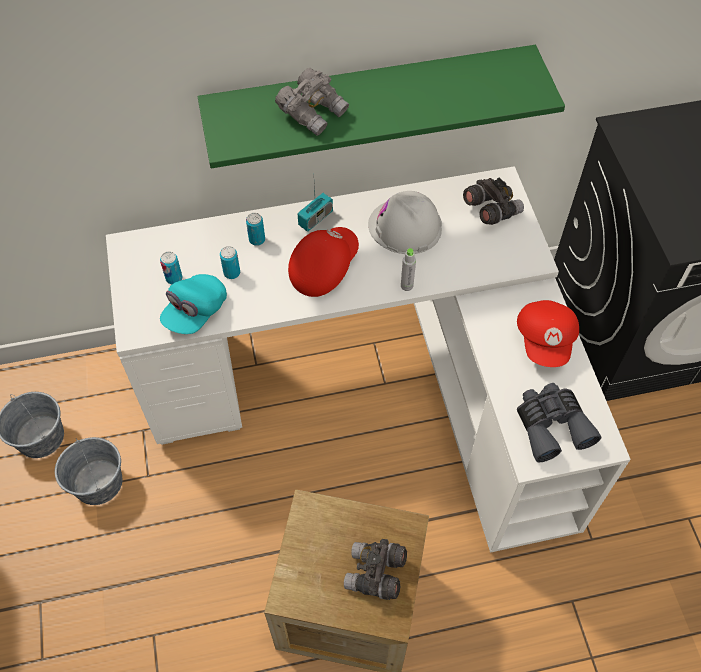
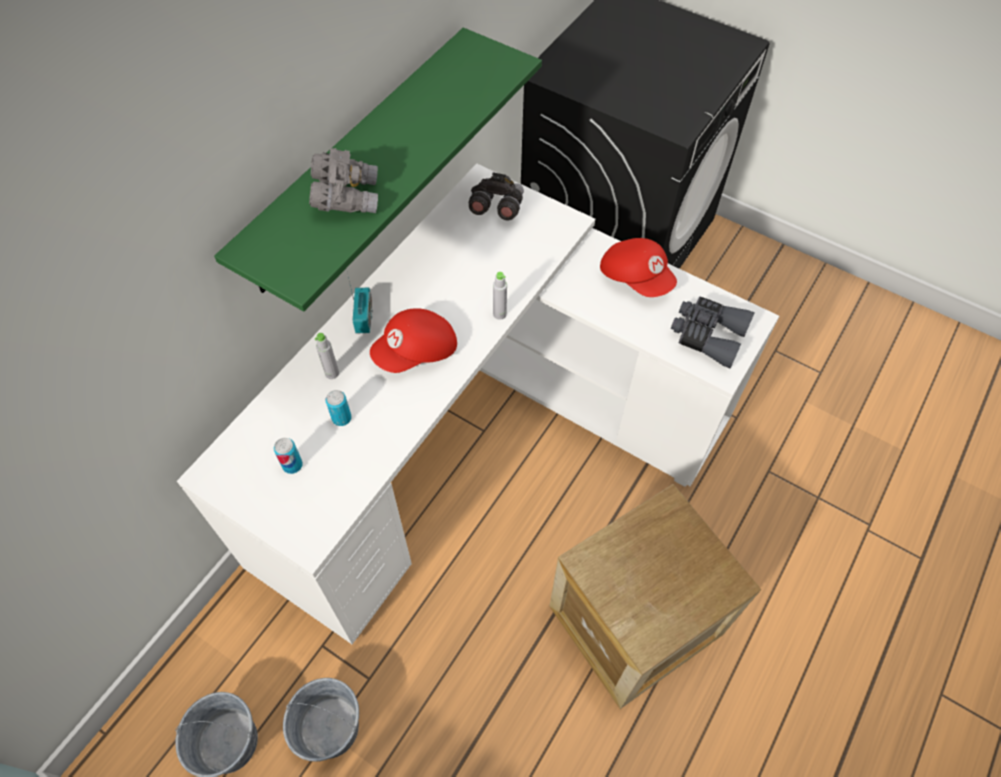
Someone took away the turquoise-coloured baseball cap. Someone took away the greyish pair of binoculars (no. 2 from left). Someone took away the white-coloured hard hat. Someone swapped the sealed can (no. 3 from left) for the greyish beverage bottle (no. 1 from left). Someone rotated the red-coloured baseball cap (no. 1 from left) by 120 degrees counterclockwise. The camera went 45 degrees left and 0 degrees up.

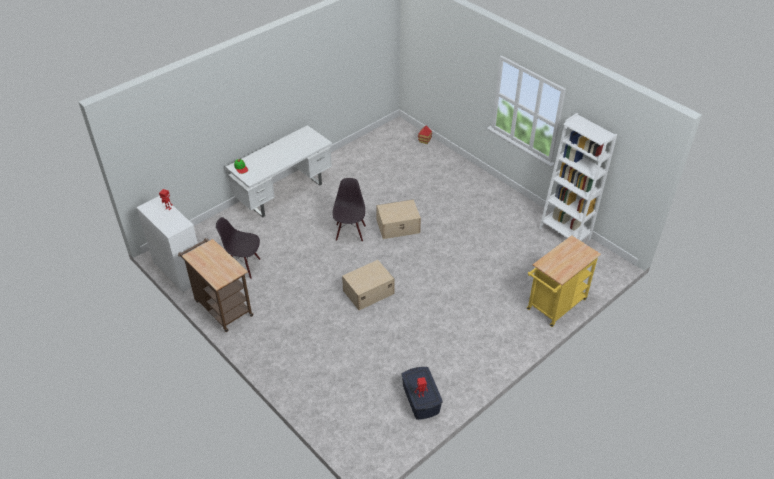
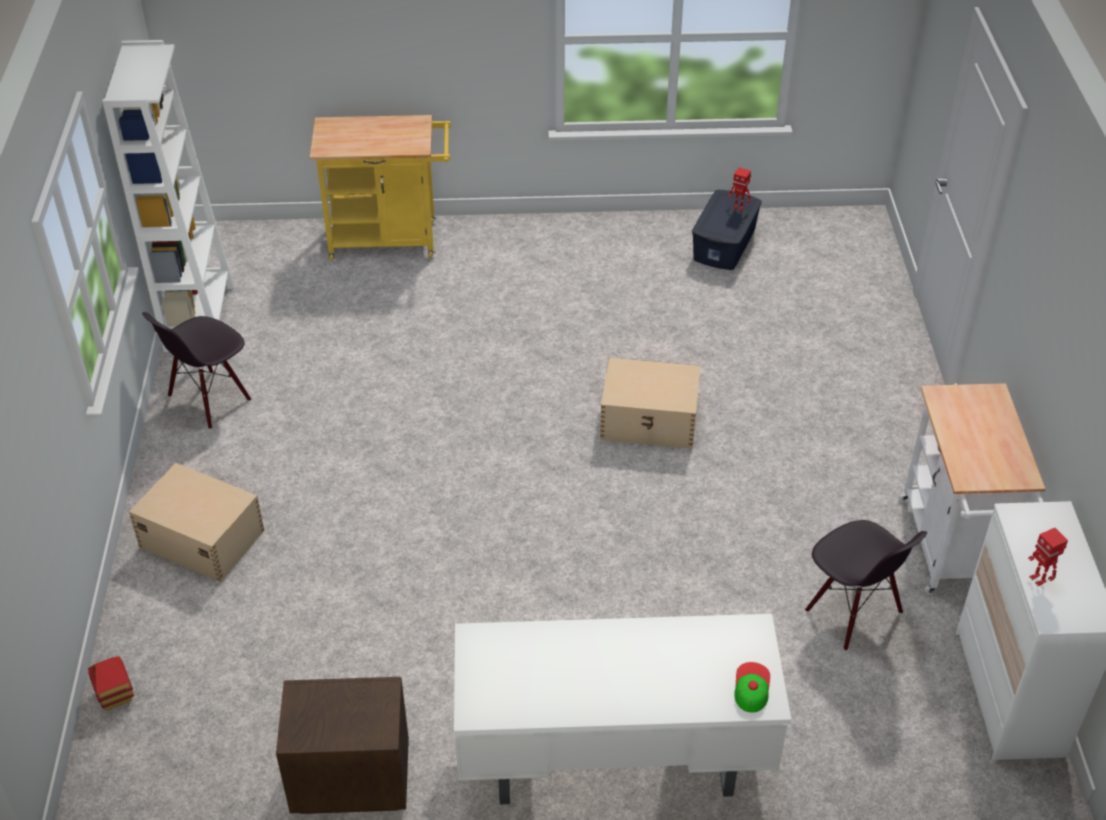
Someone put down the brown bedside table. Someone carried the black upright chair (no. 2 from left in the first image). Someone carried the sand-coloured storage box (no. 2 from left in the first image). Someone repainted the brown cart, which became the white-coloured cart. The camera went 140 degrees left and 0 degrees up.

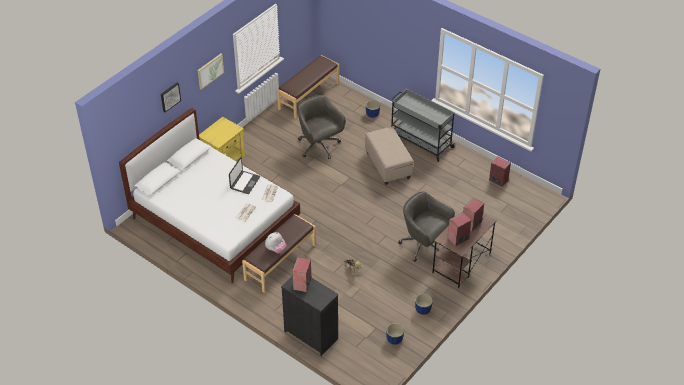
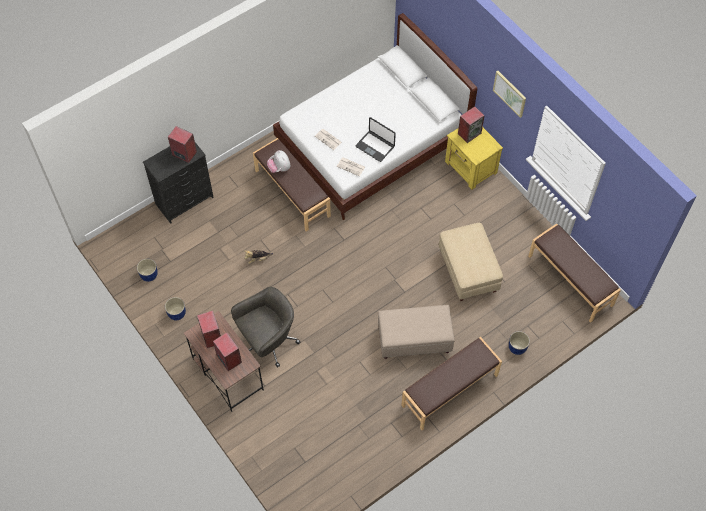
Someone took away the picture (no. 1 from left). Someone carried the audio speaker (no. 4 from left). Someone swapped the greyish desk chair (no. 1 from left) for the sand-coloured pouffe (no. 2 from left). Someone swapped the greyish cart for the brown indoor bench (no. 2 from left). The camera went 105 degrees right and 15 degrees up.

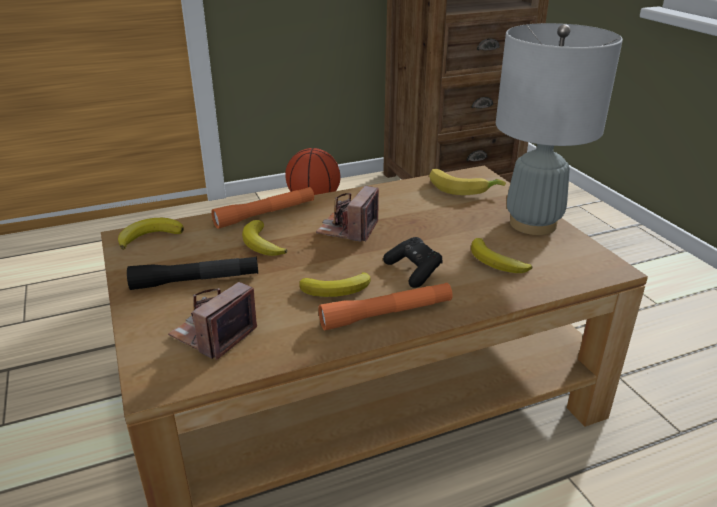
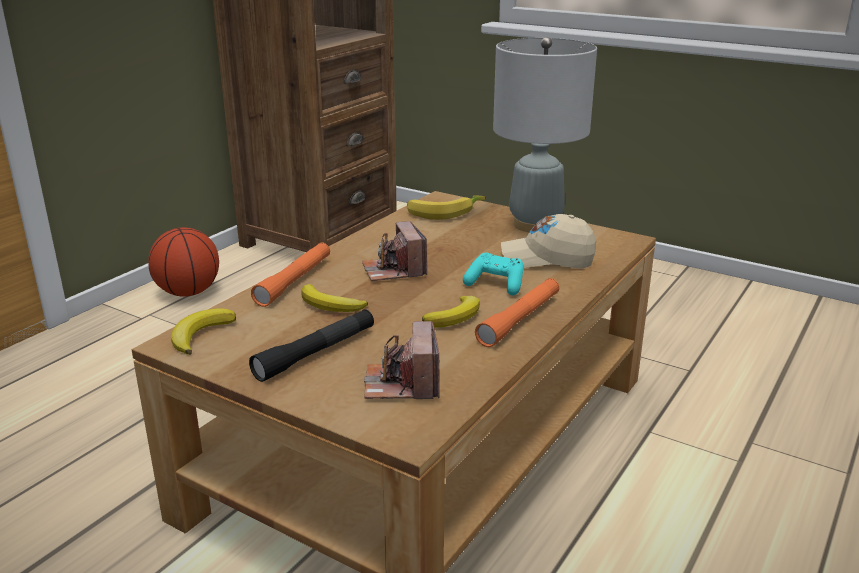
Someone swapped the whole banana (no. 5 from left) for the sand-coloured baseball cap. Someone repainted the black gamepad, which became the turquoise-coloured gamepad. The camera went 35 degrees left and 5 degrees down.

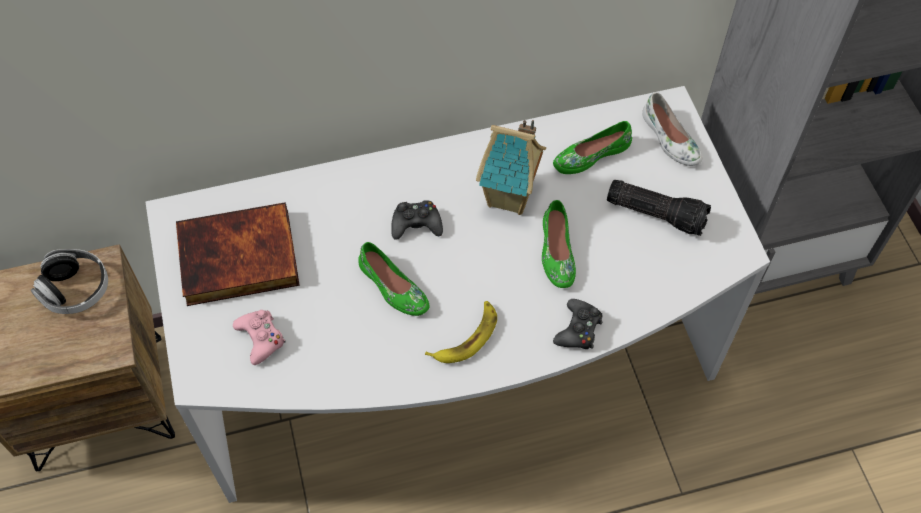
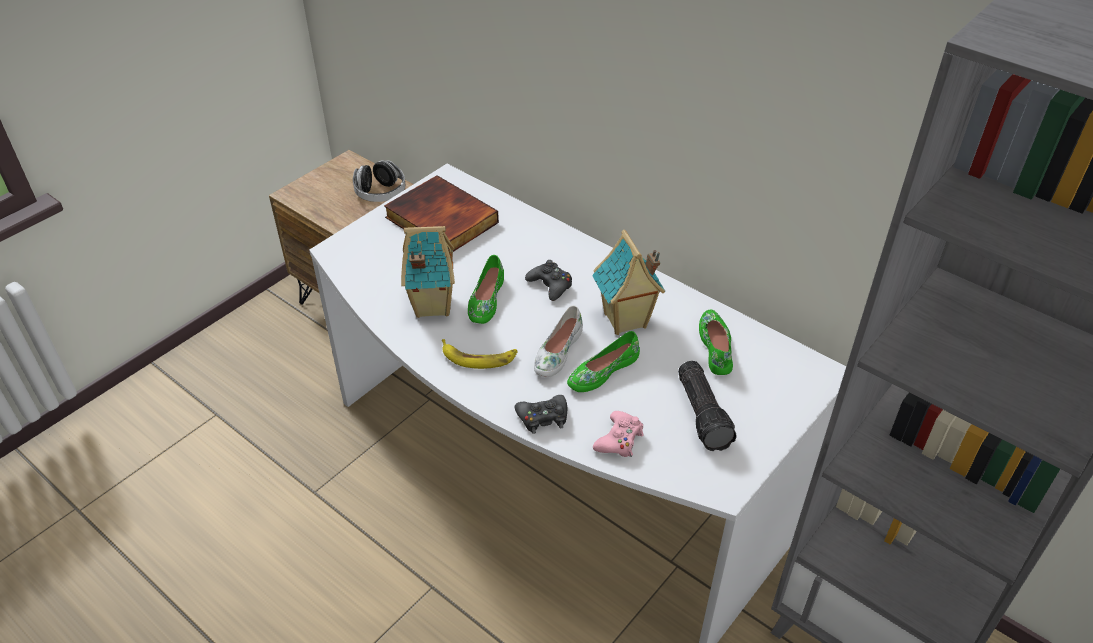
Someone put down the toy house (no. 1 from left). Someone carried the pink gamepad. Someone carried the white-coloured item of footwear. Someone rotated the greenish item of footwear (no. 3 from left) by 60 degrees clockwise. The camera went 55 degrees right and 15 degrees down.

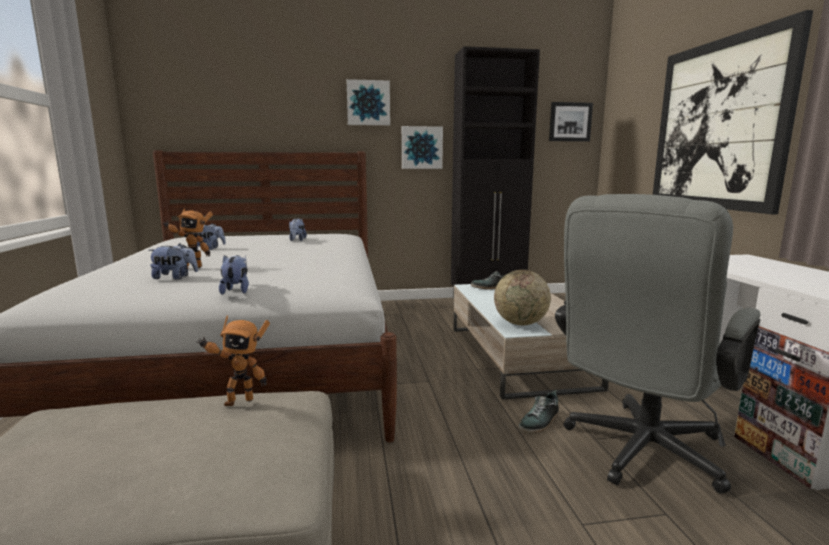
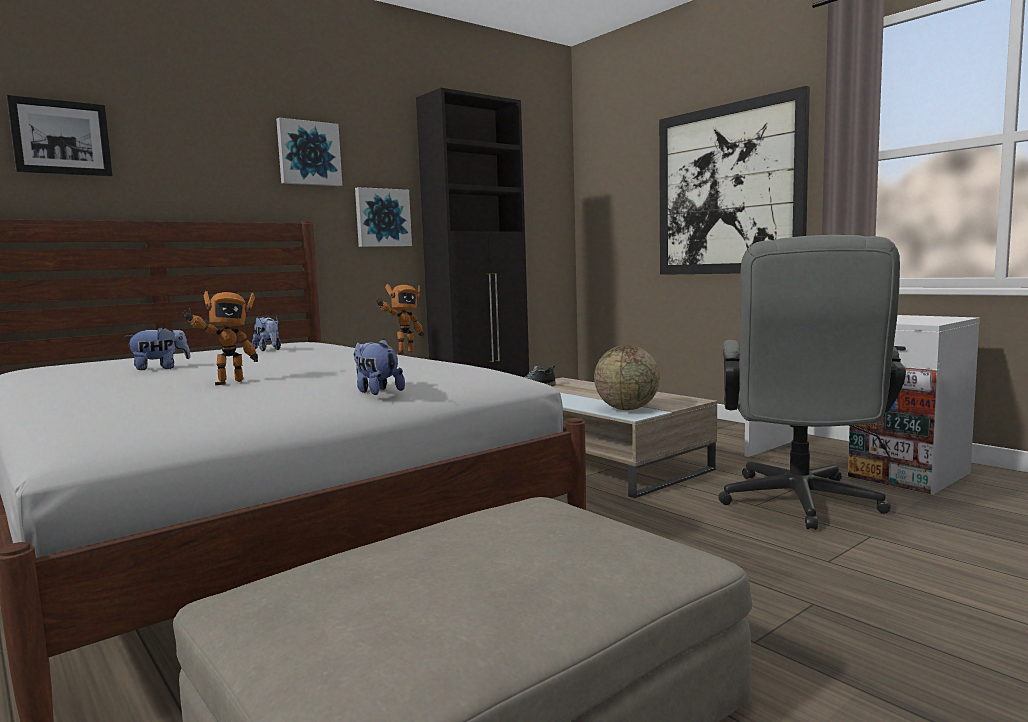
Someone took away the plush toy (no. 1 from left). Someone took away the item of footwear (no. 2 from left). Someone carried the model robot (no. 2 from left). Someone carried the picture (no. 3 from left in the first image). The camera went 30 degrees left and 5 degrees down.

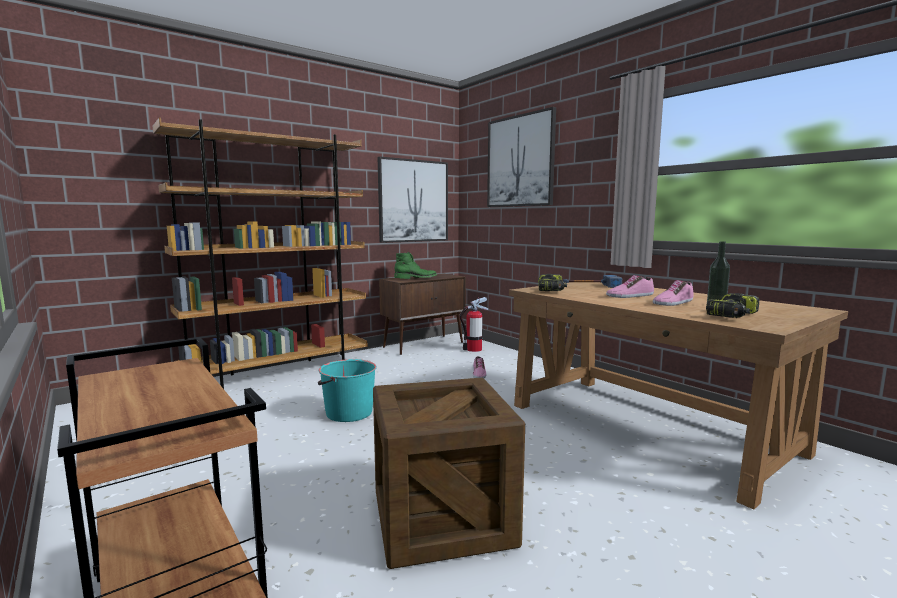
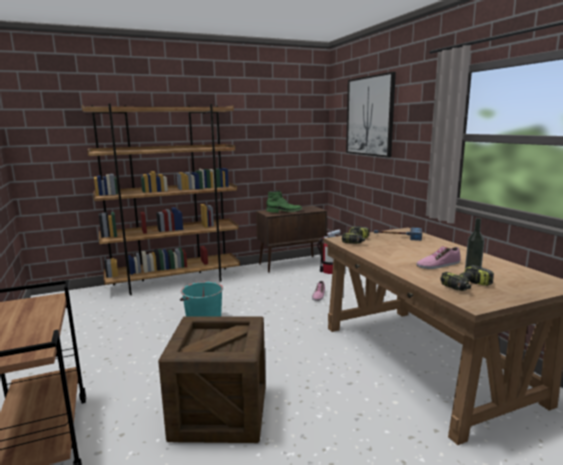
Someone took away the picture (no. 1 from left). Someone took away the item of footwear (no. 2 from left). The camera went 15 degrees right and 5 degrees up.

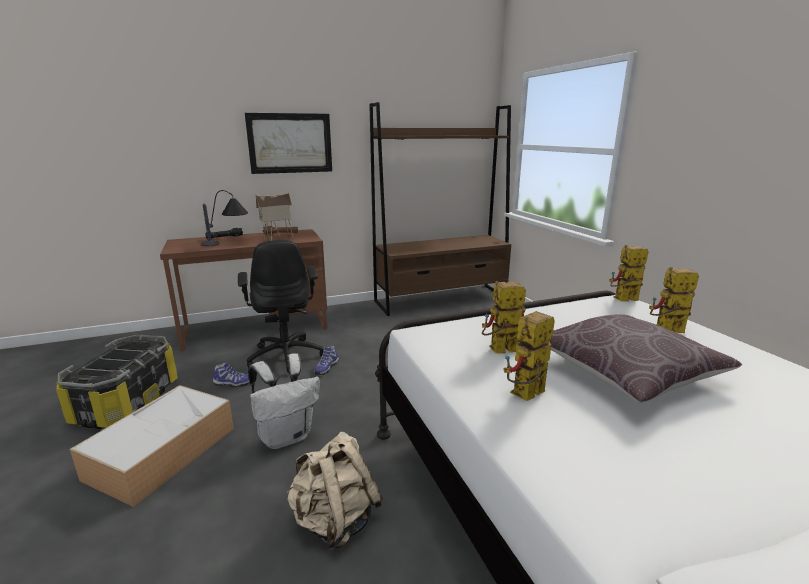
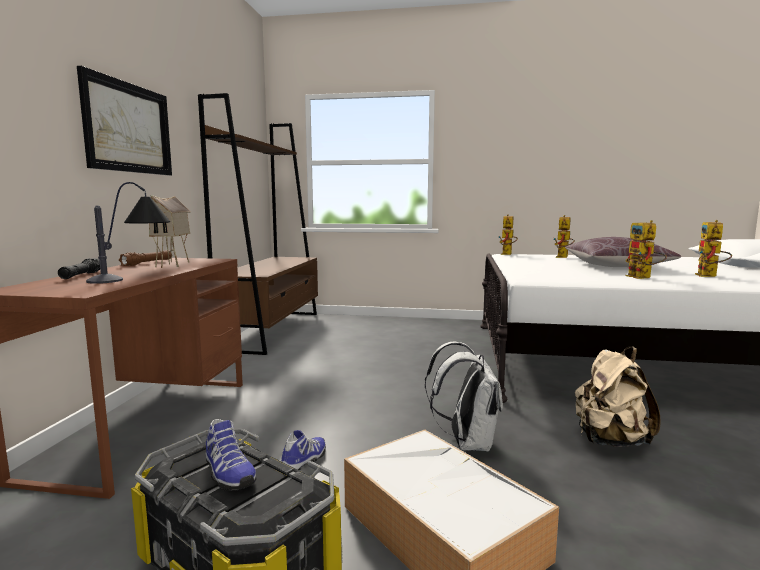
Someone took away the black desk chair. Someone carried the item of footwear (no. 2 from left in the first image). Someone carried the model robot (no. 1 from left in the first image). The camera went 60 degrees left and 10 degrees down.

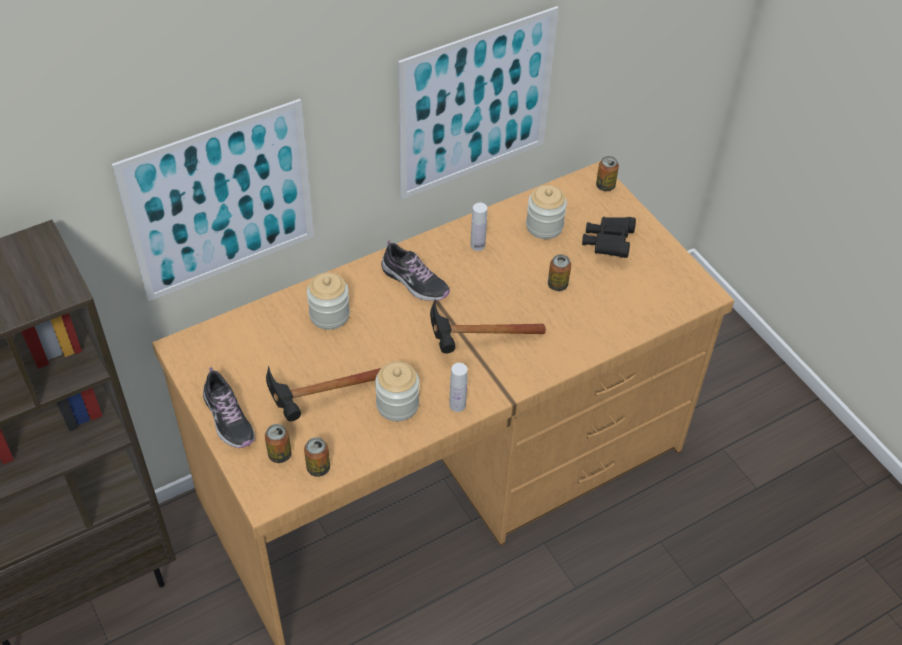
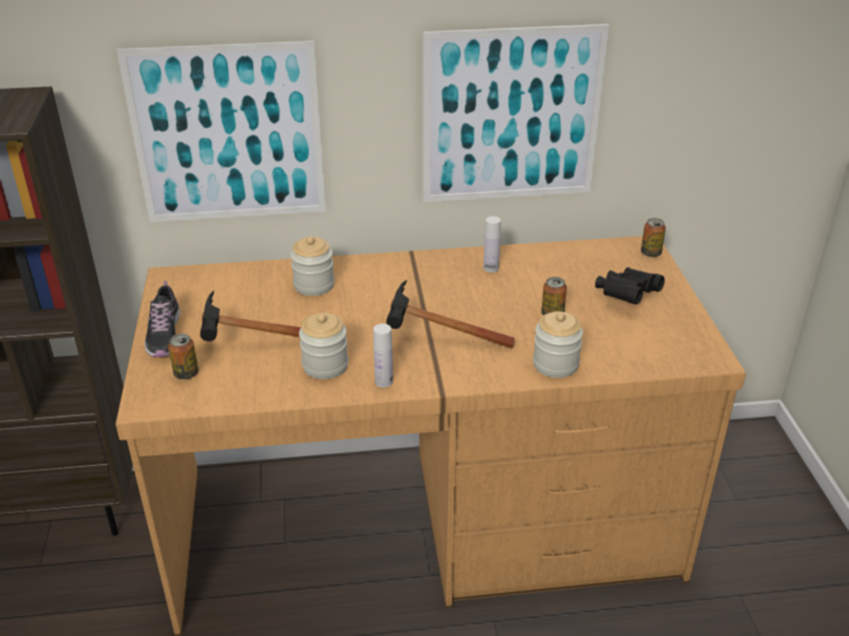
Someone took away the sealed can (no. 2 from left). Someone took away the item of footwear (no. 2 from left). Someone carried the jar (no. 3 from left). The camera went 25 degrees right and 15 degrees down.

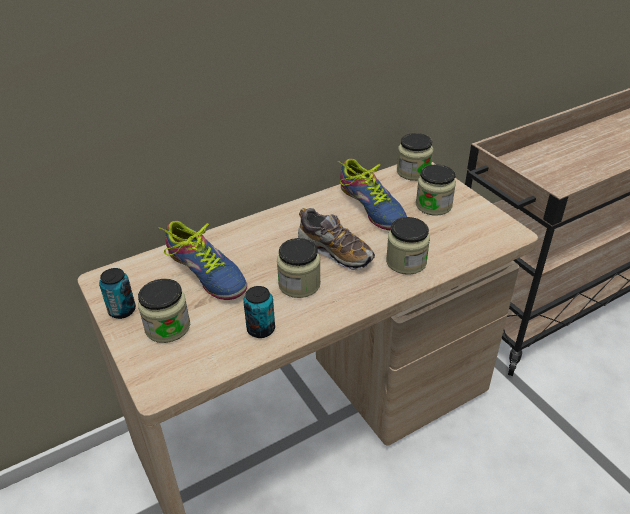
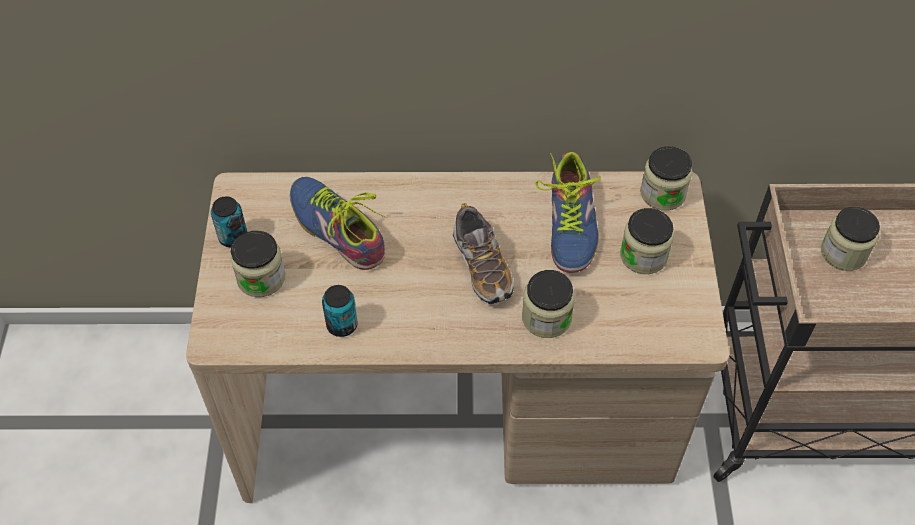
Someone carried the jar (no. 2 from left in the first image). Someone rotated the item of footwear (no. 1 from left) by 150 degrees clockwise. The camera went 30 degrees right and 15 degrees up.

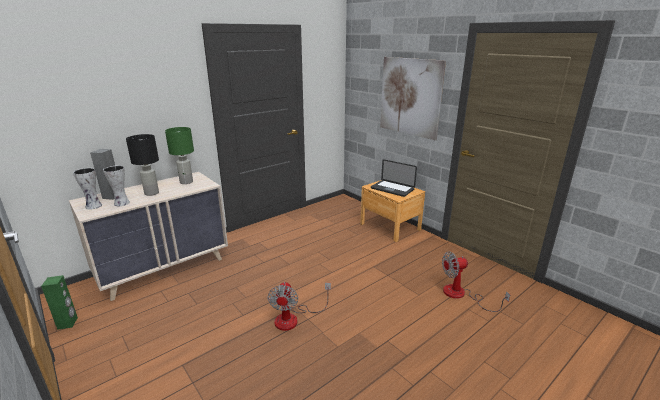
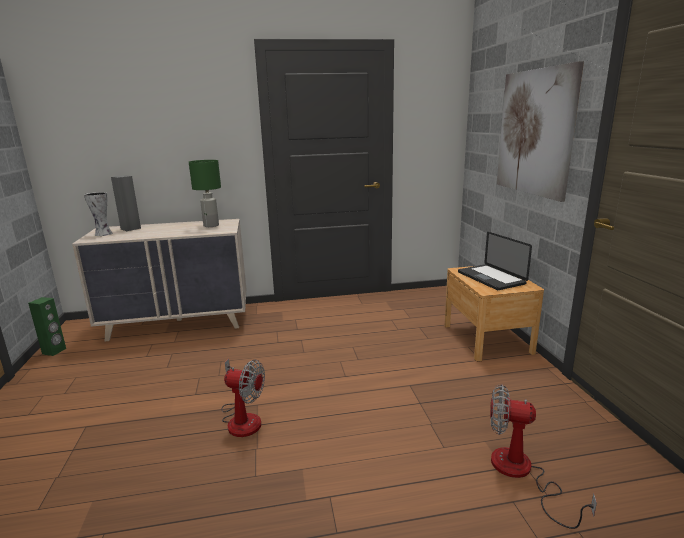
Someone took away the vase (no. 2 from left). Someone took away the black table lamp. Someone rotated the cooling fan (no. 1 from left) by 105 degrees counterclockwise. The camera went 30 degrees right and 5 degrees down.

